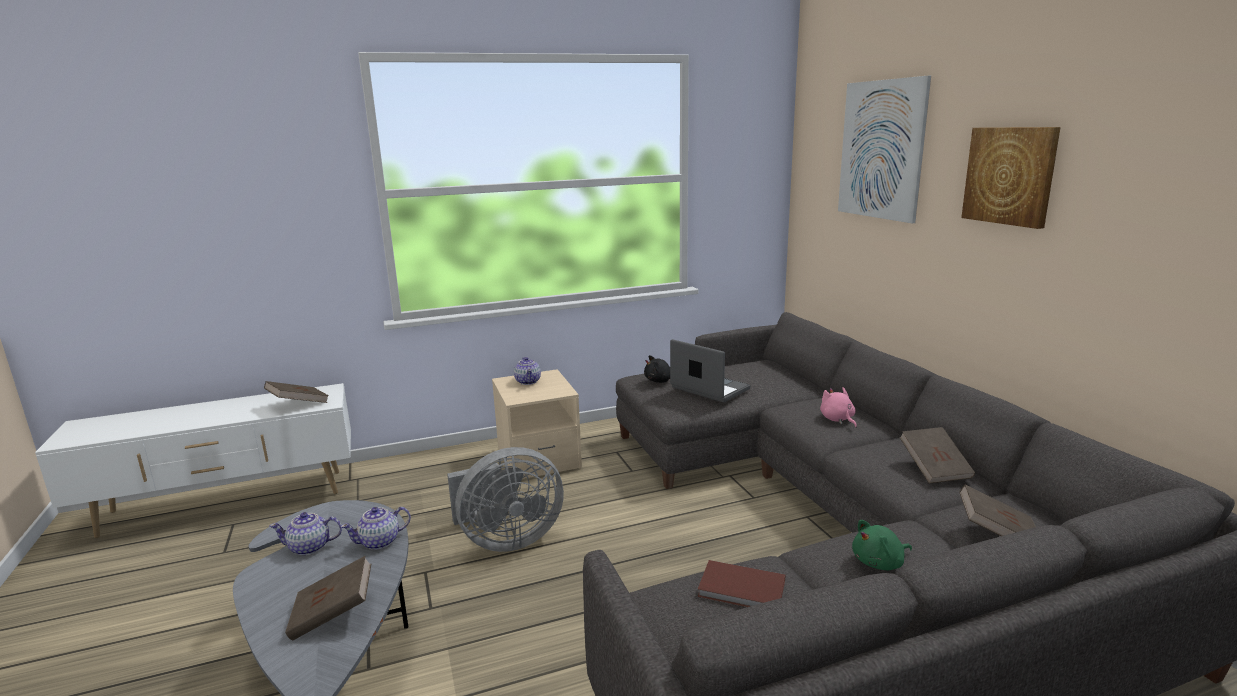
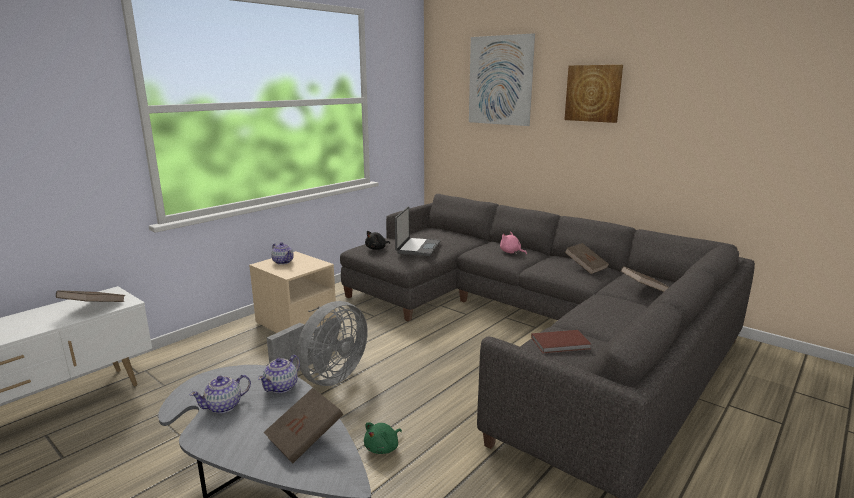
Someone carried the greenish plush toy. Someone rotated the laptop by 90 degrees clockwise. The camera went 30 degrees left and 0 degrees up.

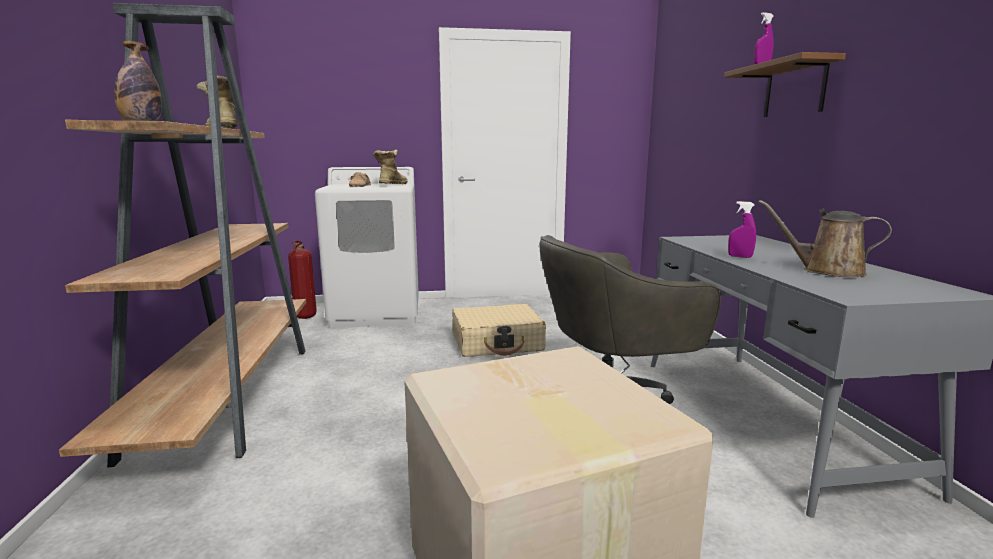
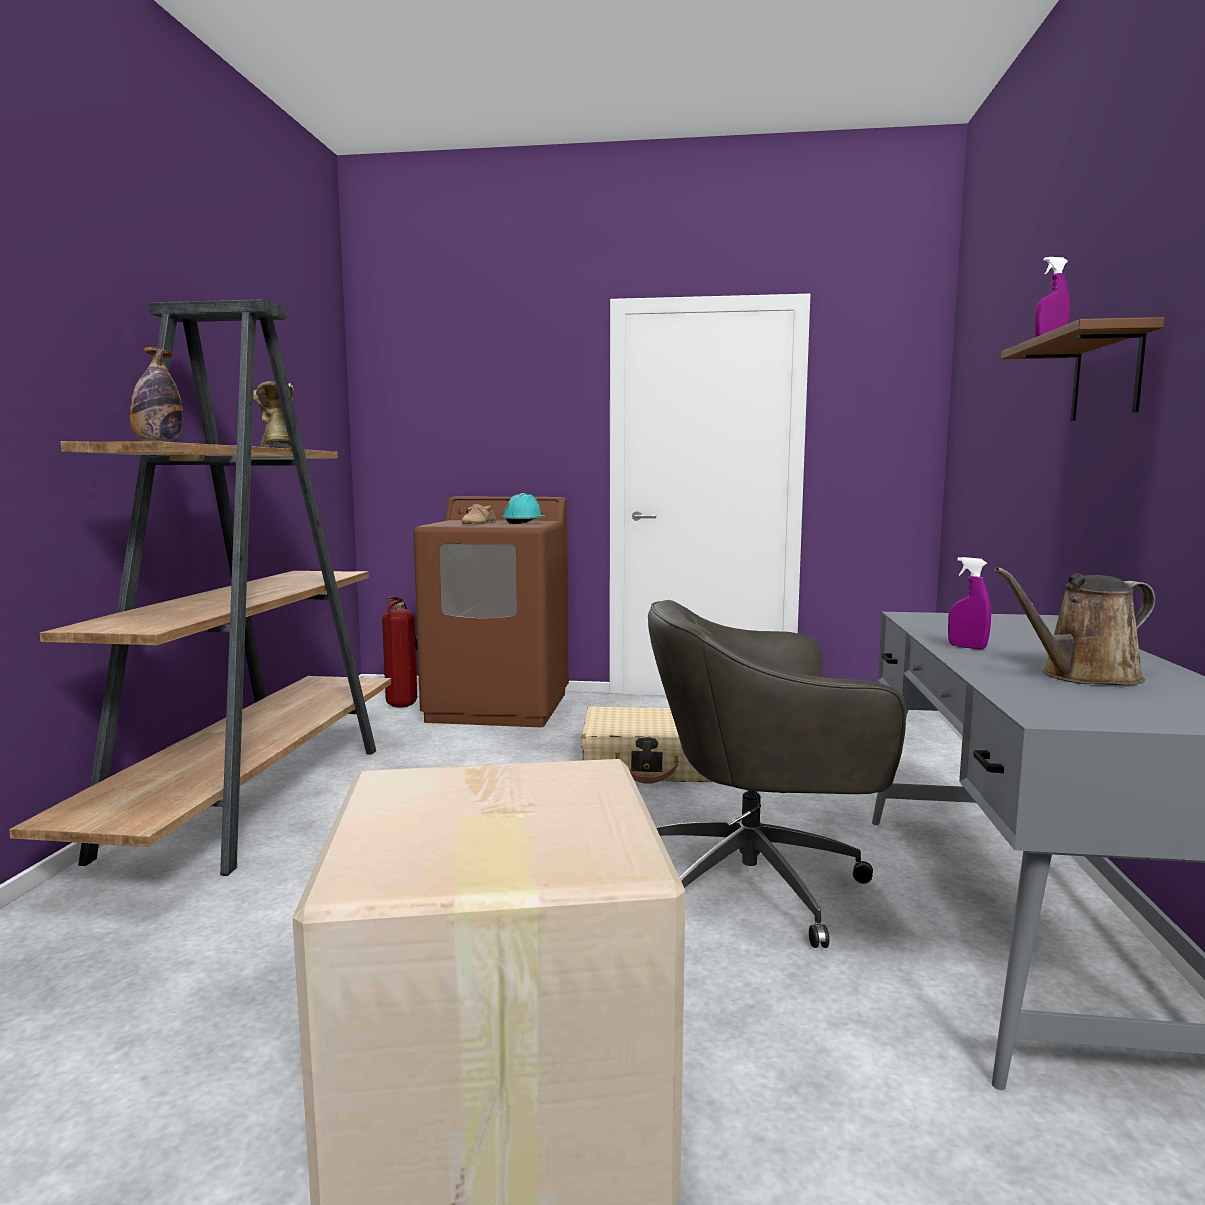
Someone swapped the boot (no. 2 from left) for the turquoise-coloured hard hat. Someone repainted the white-coloured washing machine, which became the brown washing machine. Someone rotated the brown watering pot by 60 degrees counterclockwise. The camera went 15 degrees right and 5 degrees down.

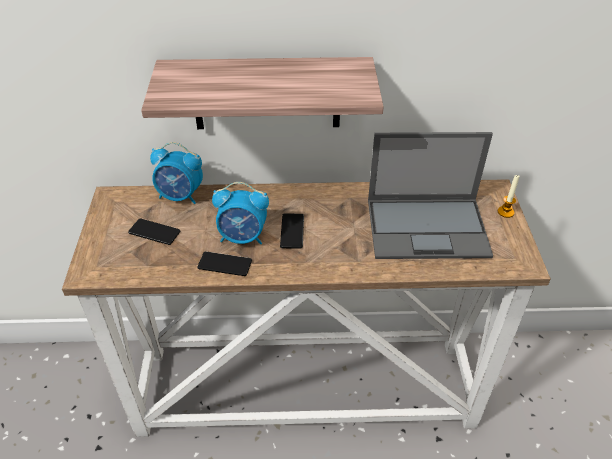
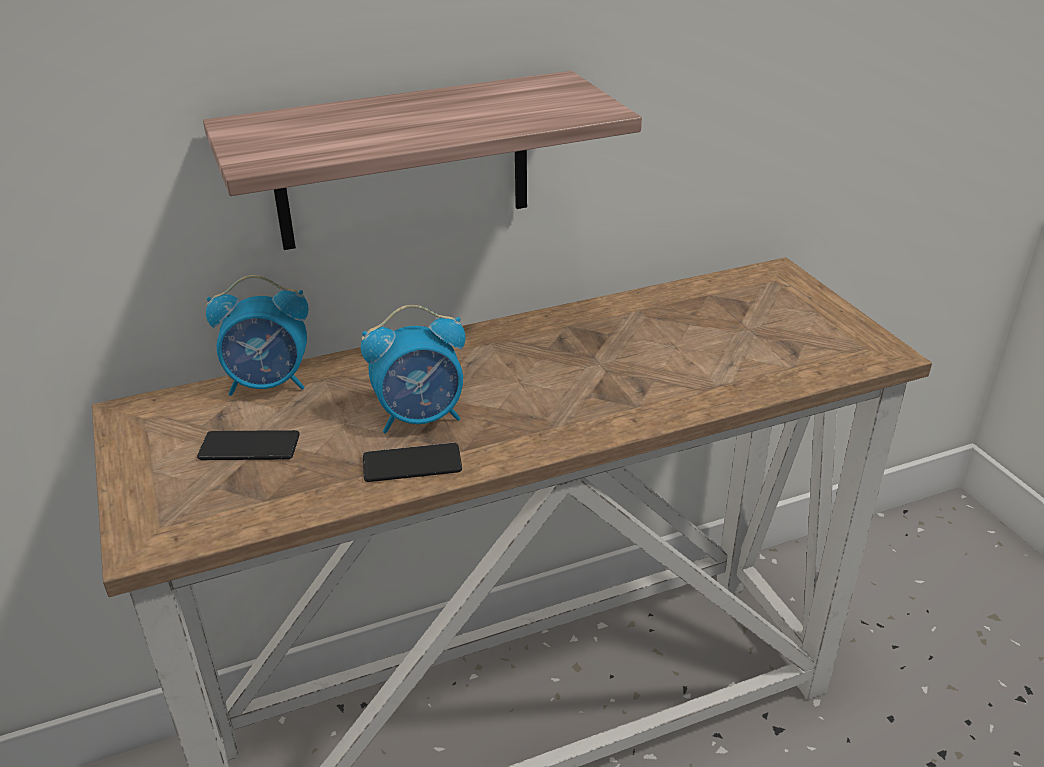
Someone took away the phone (no. 3 from left). Someone took away the laptop. Someone took away the candle. The camera went 20 degrees left and 10 degrees down.

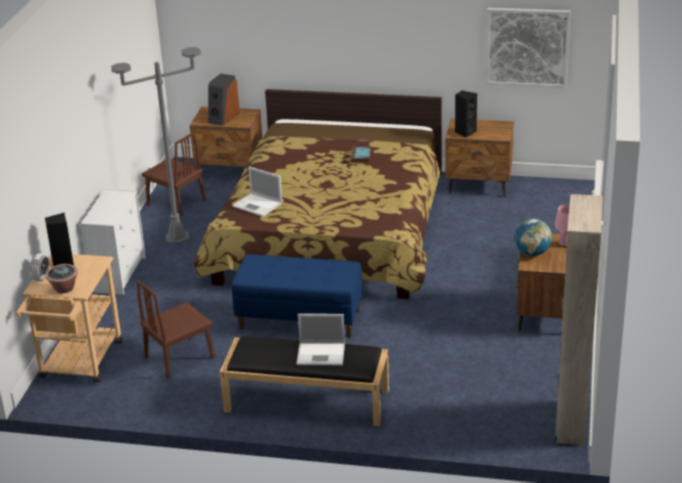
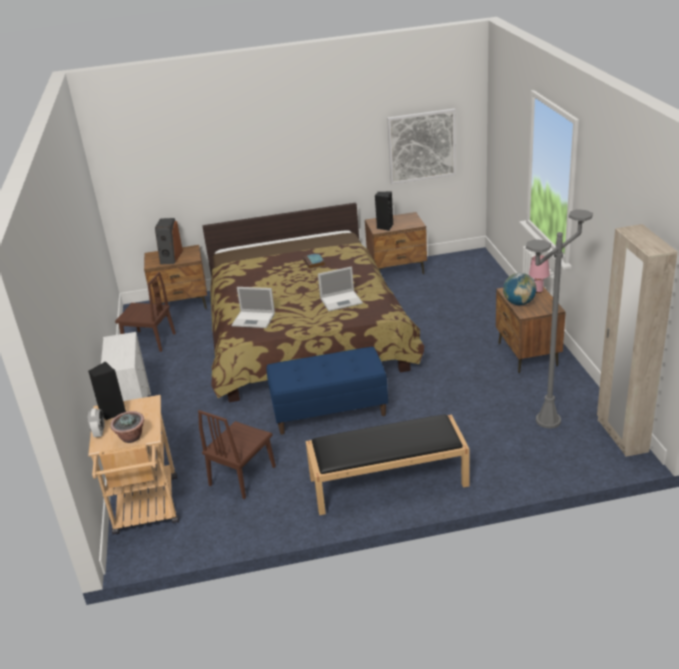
Someone carried the greyish standing lamp. Someone carried the laptop (no. 2 from left). The camera went 20 degrees left and 0 degrees up.

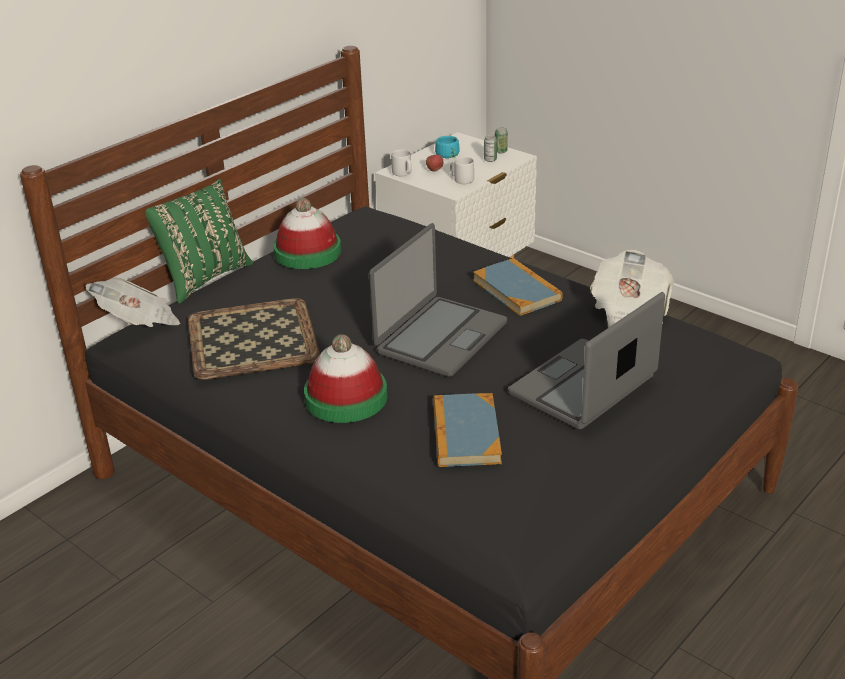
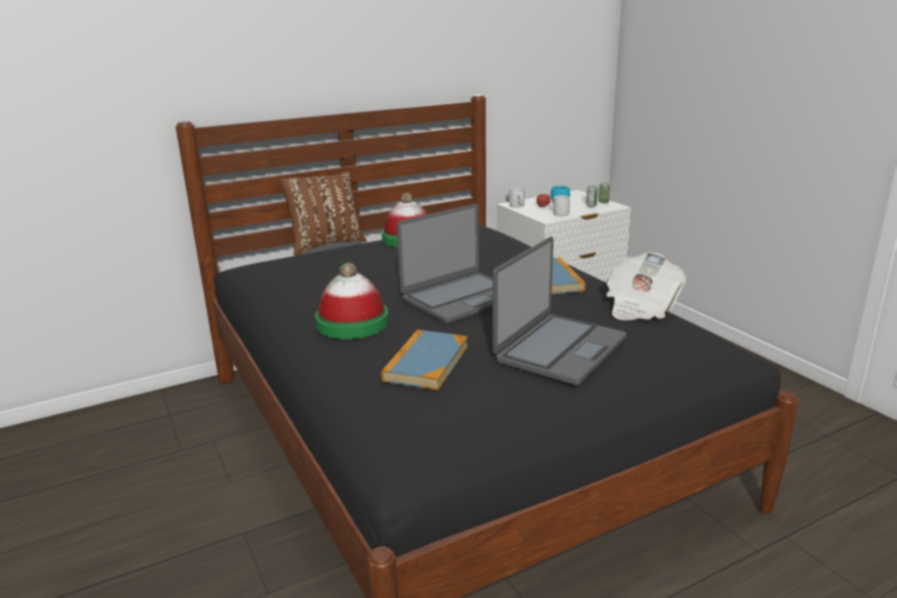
Someone took away the newspaper (no. 1 from left). Someone took away the carrying tray. Someone repainted the greenish cushion, which became the brown cushion. Someone rotated the laptop (no. 2 from left) by 150 degrees clockwise. The camera went 20 degrees right and 10 degrees down.

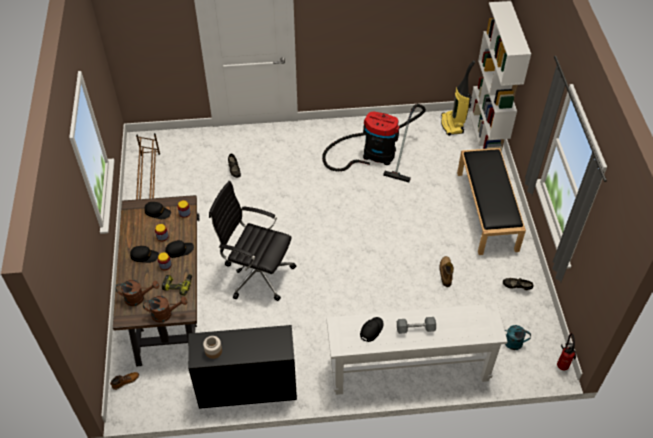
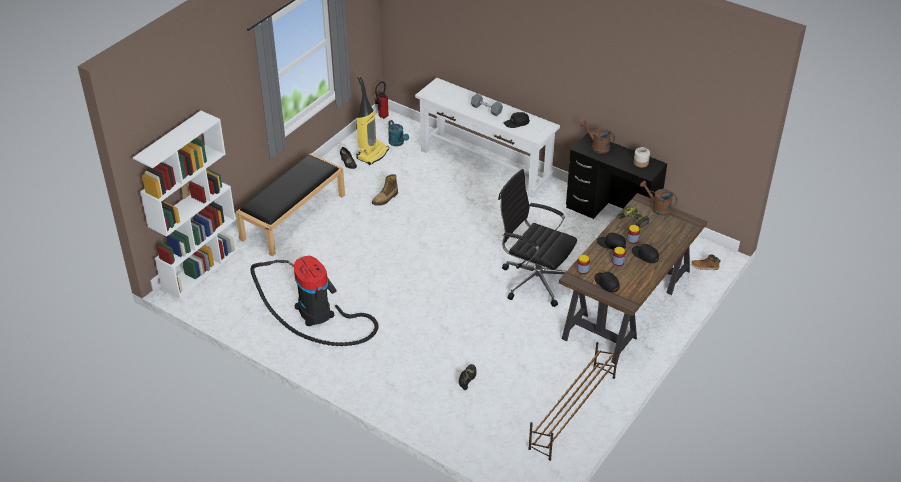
Someone carried the brown watering pot (no. 1 from left). Someone carried the vacuum (no. 2 from left). Someone rotated the black desk chair by 150 degrees clockwise. The camera went 140 degrees left and 10 degrees down.

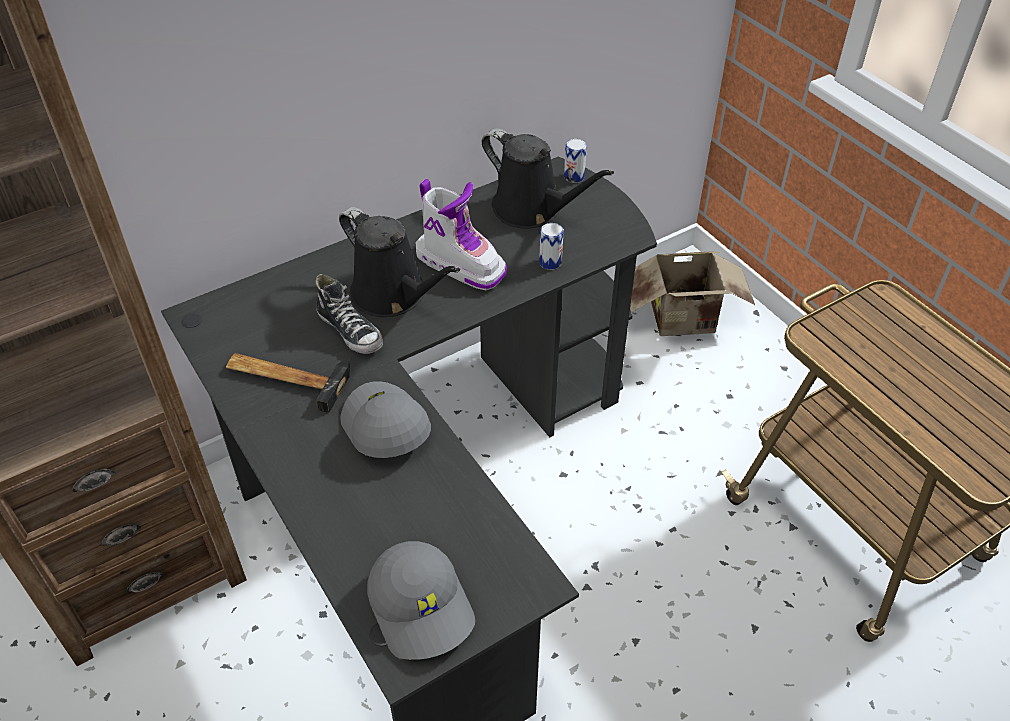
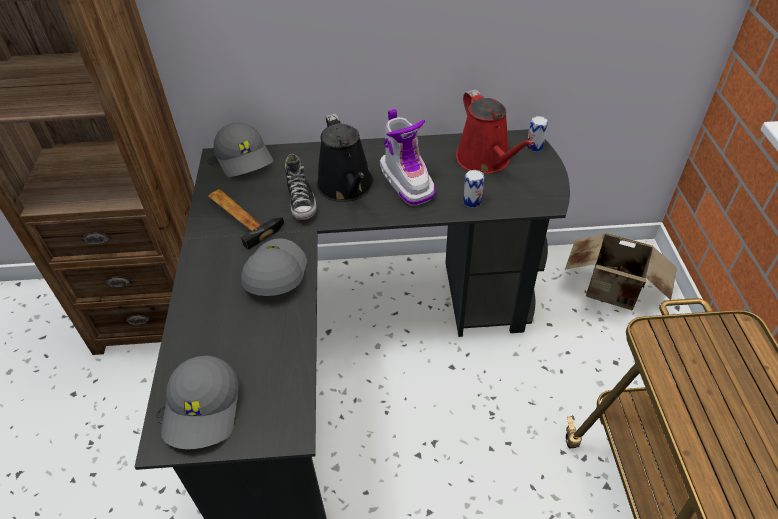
Someone put down the greyish baseball cap (no. 2 from left). Someone repainted the black watering pot (no. 2 from left), which became the red-coloured watering pot. The camera went 30 degrees right and 0 degrees up.

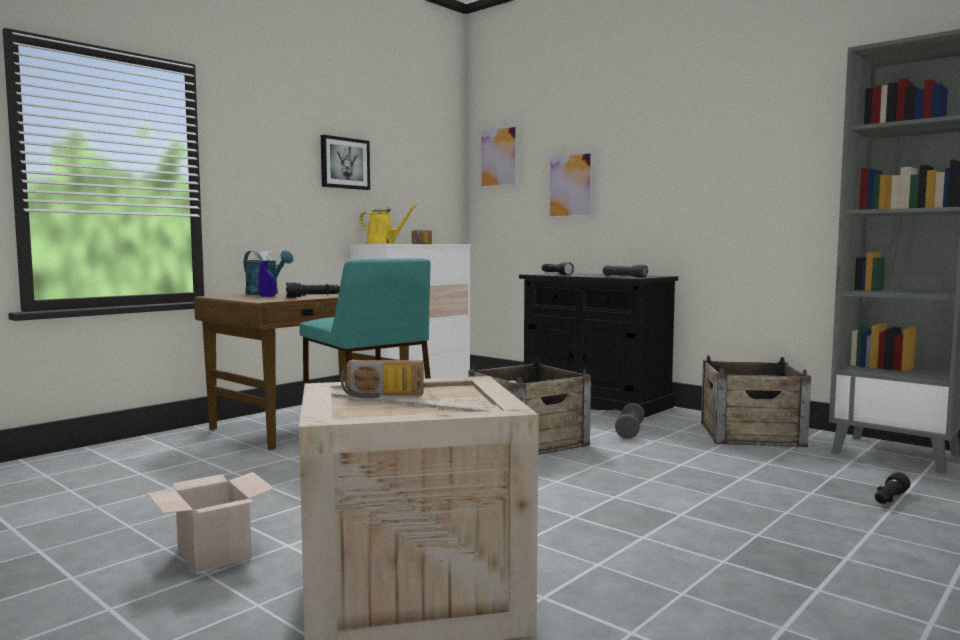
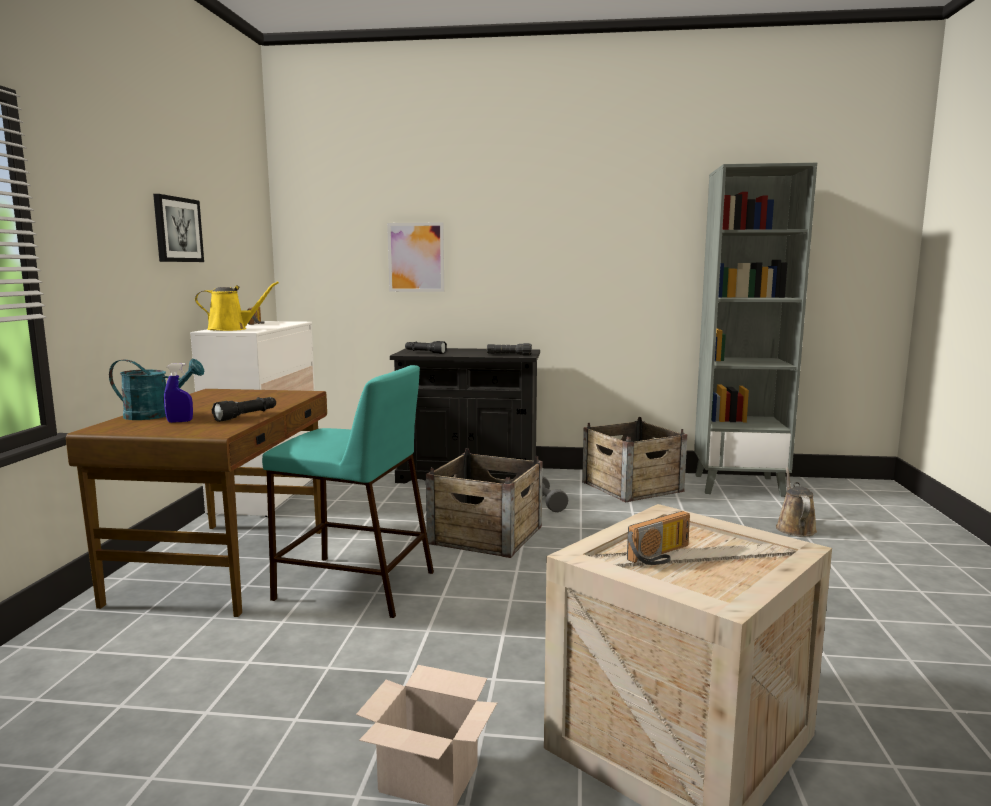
Someone took away the picture (no. 2 from left). Someone swapped the black hand torch (no. 4 from left) for the brown watering pot. The camera went 35 degrees left and 5 degrees up.

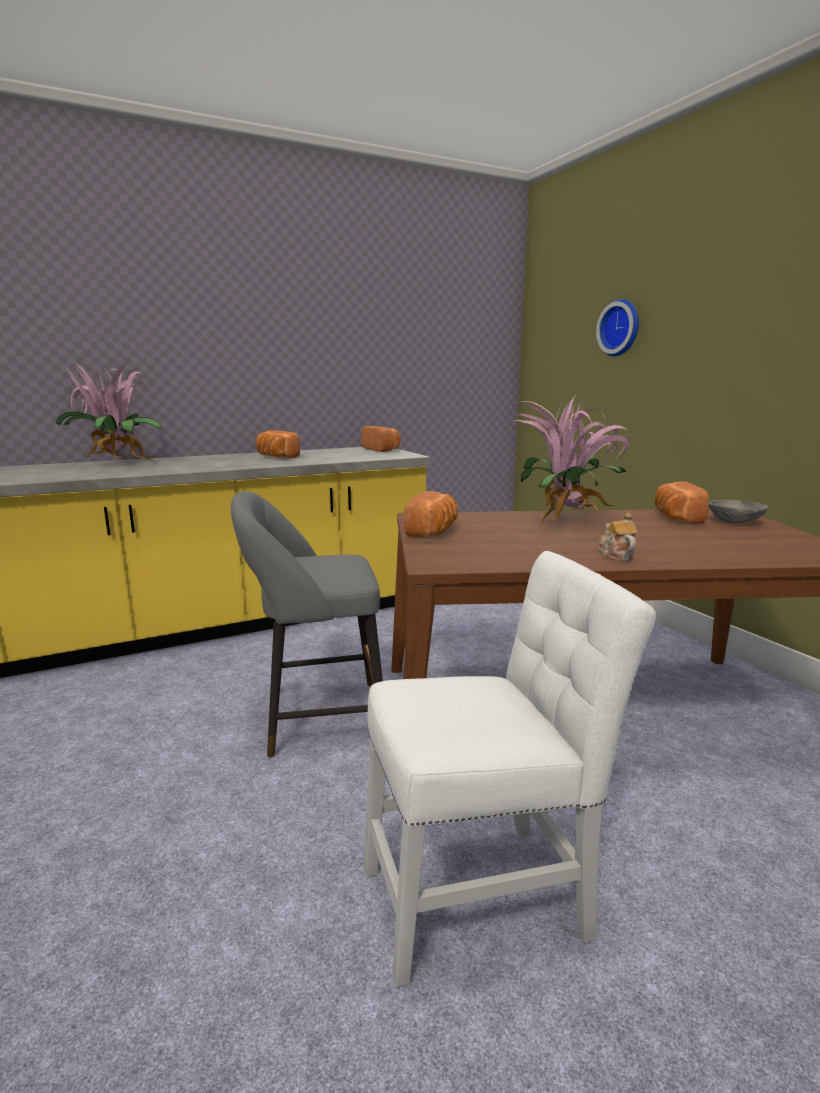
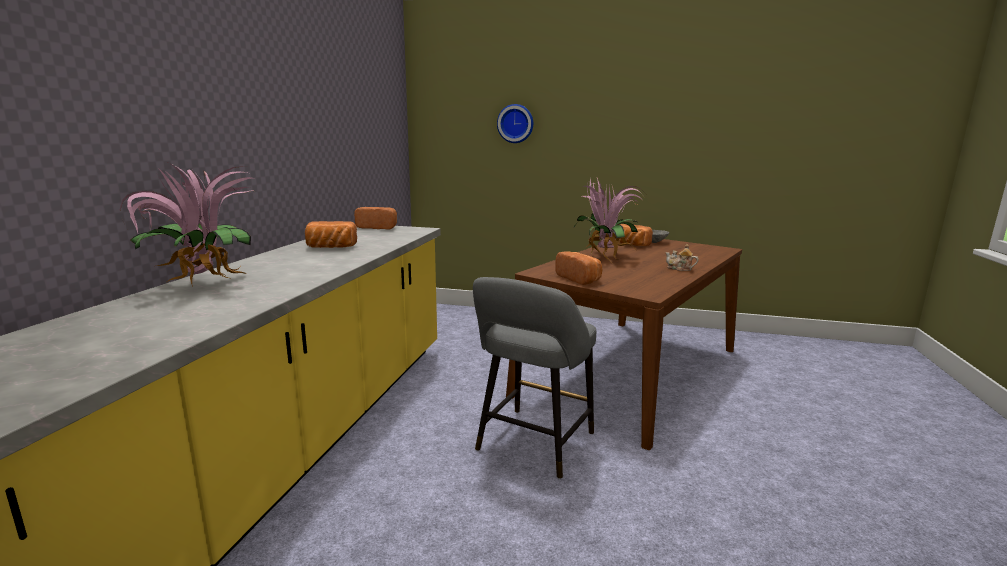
Someone took away the white-coloured upright chair. The camera went 50 degrees left and 0 degrees up.

